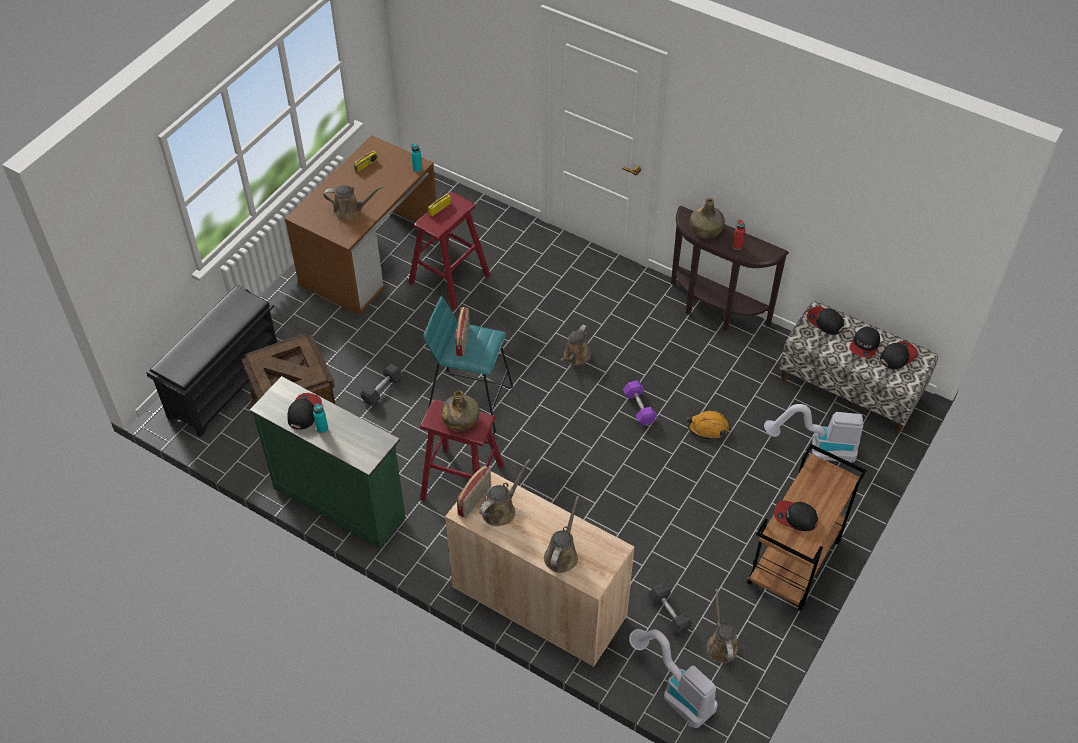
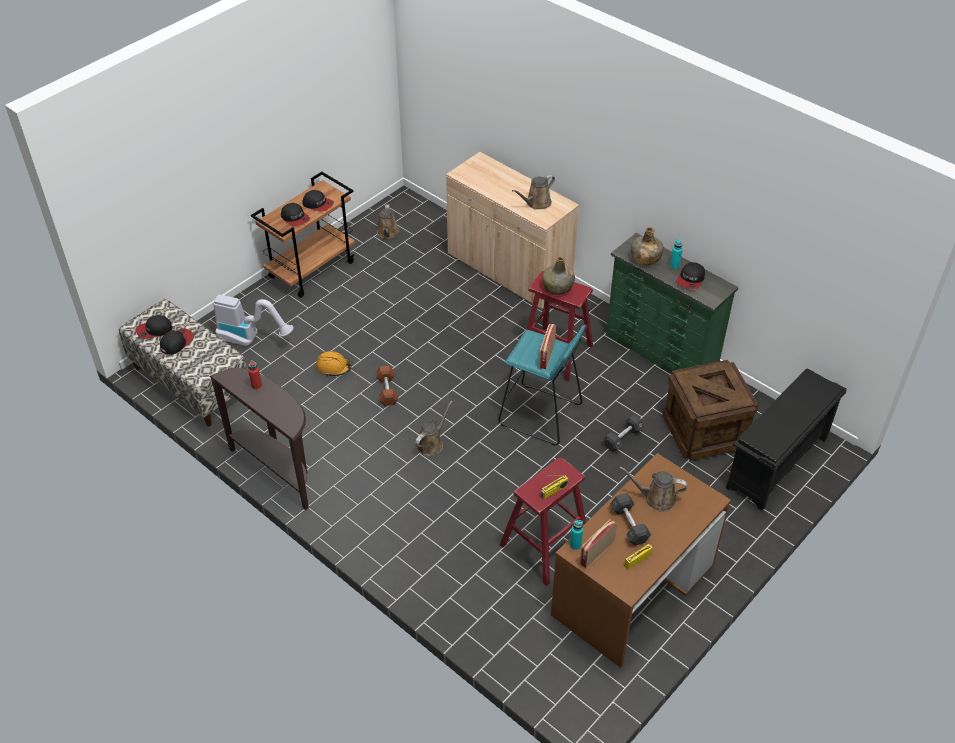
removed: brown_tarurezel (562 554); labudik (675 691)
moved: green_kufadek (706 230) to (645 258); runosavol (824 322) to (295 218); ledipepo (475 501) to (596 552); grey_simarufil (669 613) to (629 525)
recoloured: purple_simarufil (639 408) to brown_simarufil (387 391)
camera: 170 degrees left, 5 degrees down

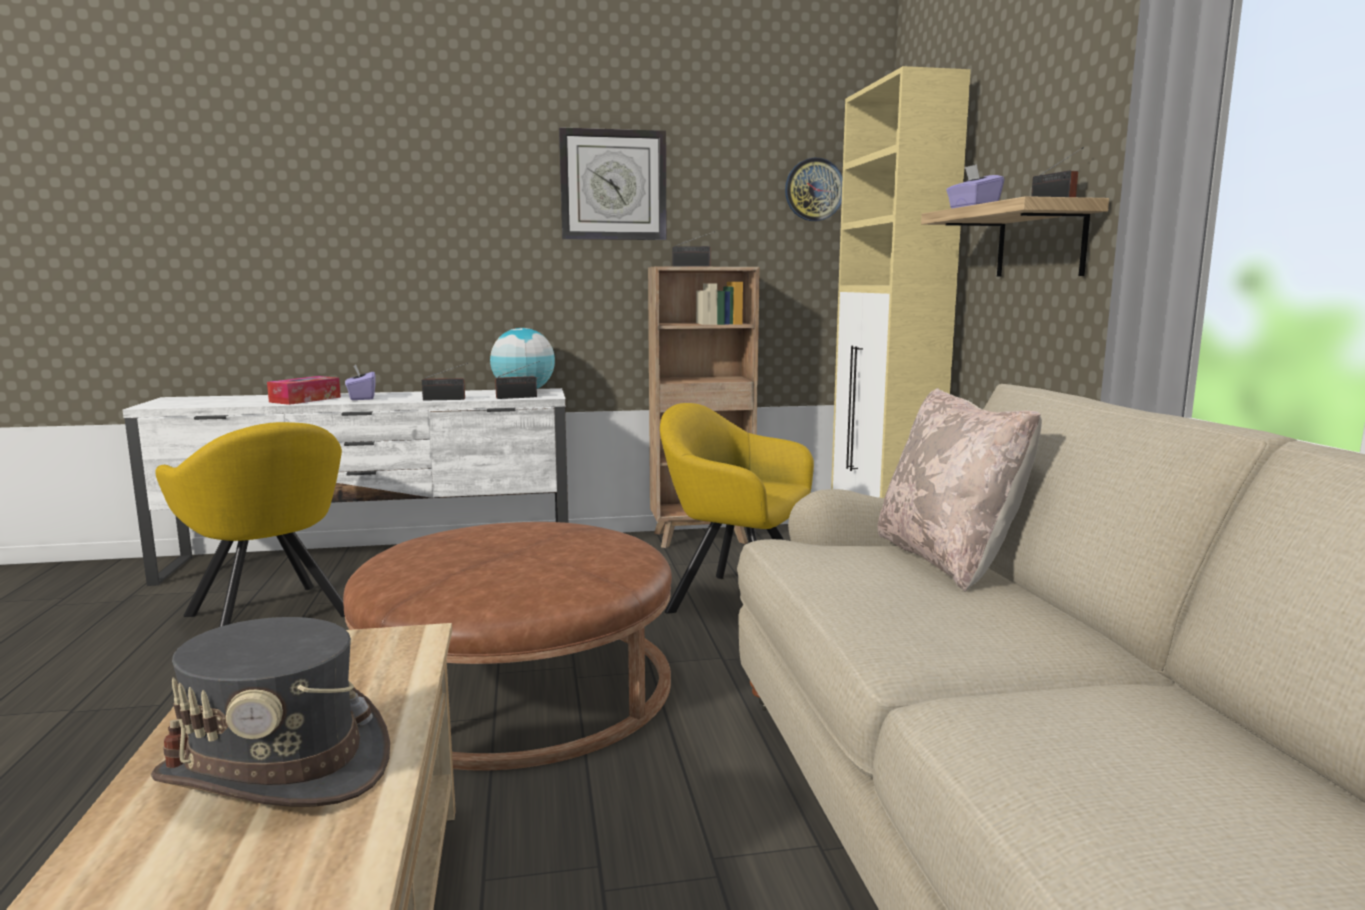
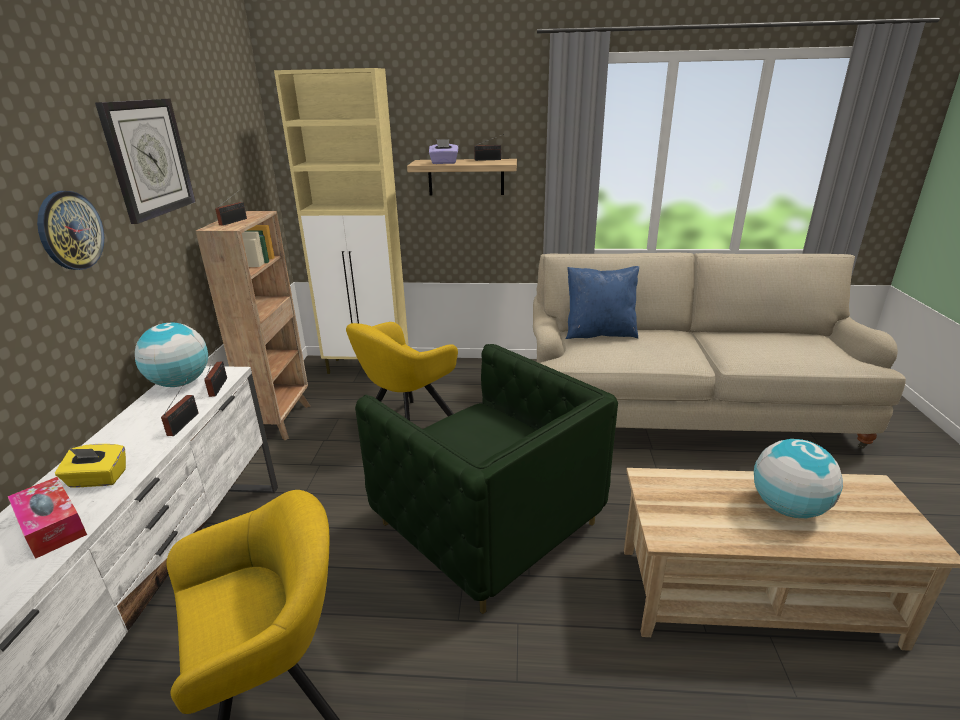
moved: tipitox (814 189) to (70 230)
replaced: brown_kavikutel (517 683) to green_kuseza (488 524); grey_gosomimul (277 768) to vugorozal (787 508)
recoloured: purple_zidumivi (361 398) to yellow_zidumivi (98 479); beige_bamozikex (948 560) to blue_bamozikex (599 333)
camera: 75 degrees left, 15 degrees up

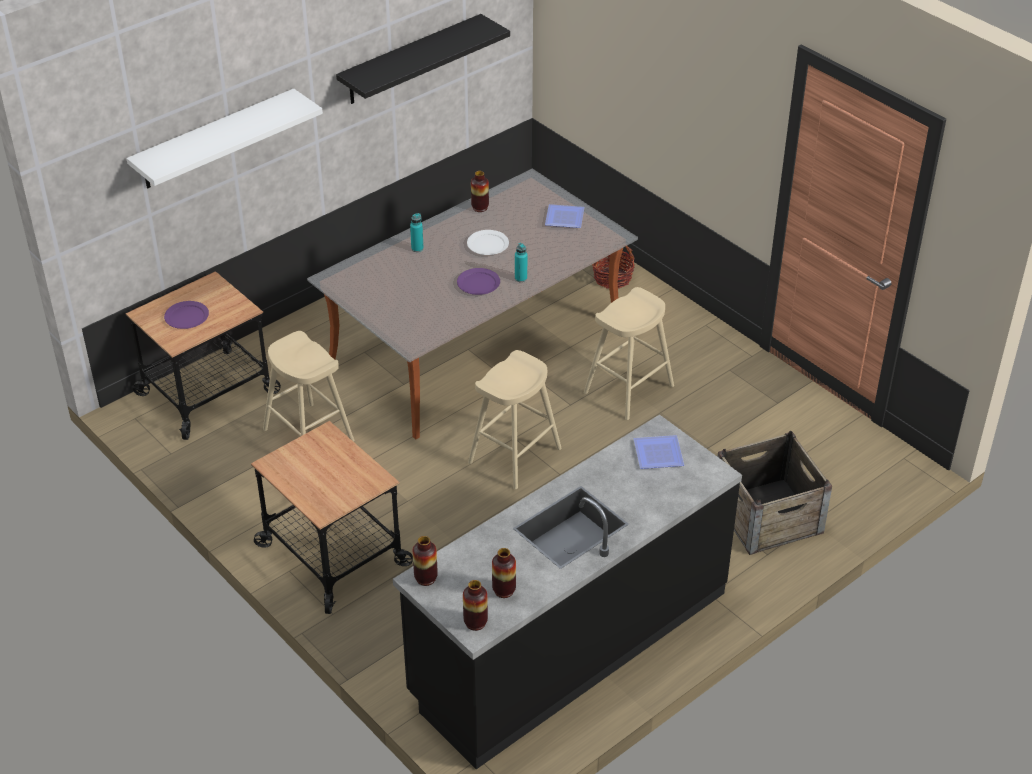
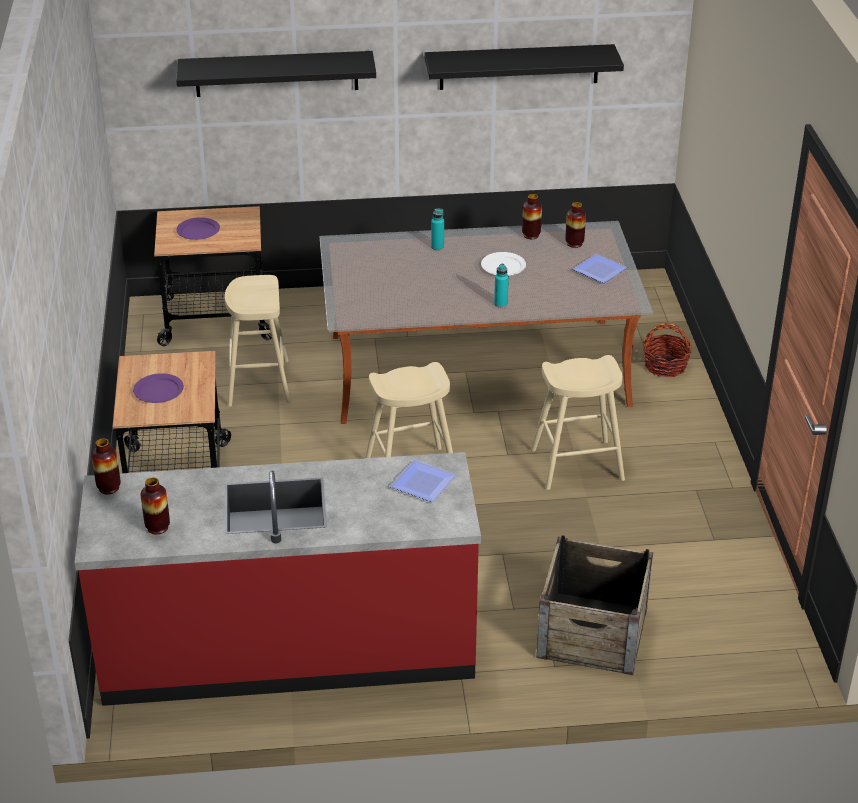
moved: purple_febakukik (478 283) to (158 391); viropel (475 623) to (574 243)
recoloured: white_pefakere (215 139) to black_pefakere (276 73); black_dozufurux (569 644) to red_dozufurux (288 648)
camera: 35 degrees right, 5 degrees down

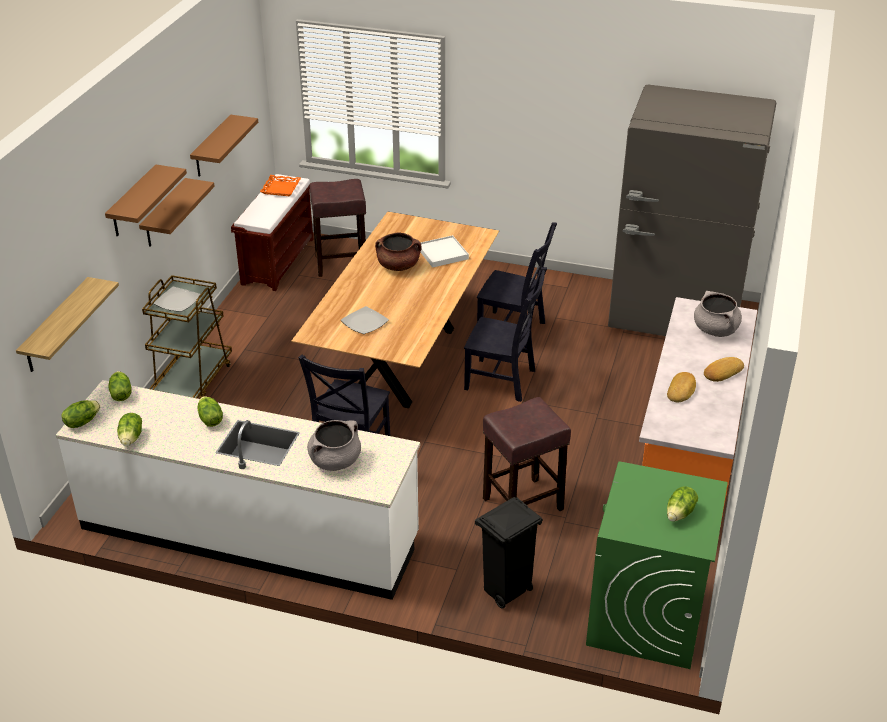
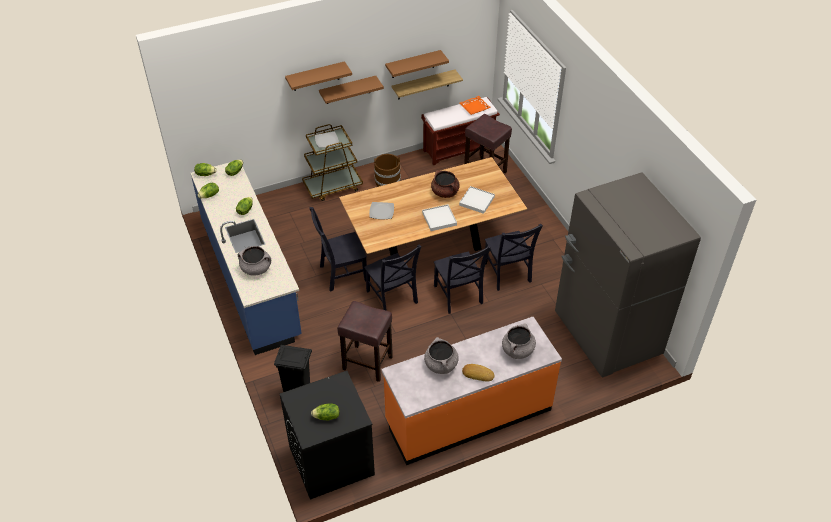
added: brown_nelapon (387 181); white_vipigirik (439 219); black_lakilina (392 298)
moved: pefakere (56 326) to (423 84)
replaced: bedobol (681 390) to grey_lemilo (441 365)
recoloured: white_dozufurux (249 533) to blue_dozufurux (251 278); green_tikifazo (646 617) to black_tikifazo (331 461)
camera: 50 degrees right, 10 degrees up

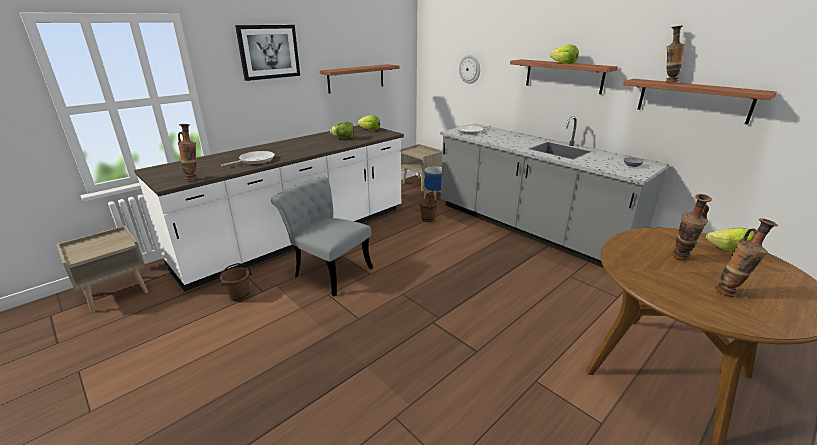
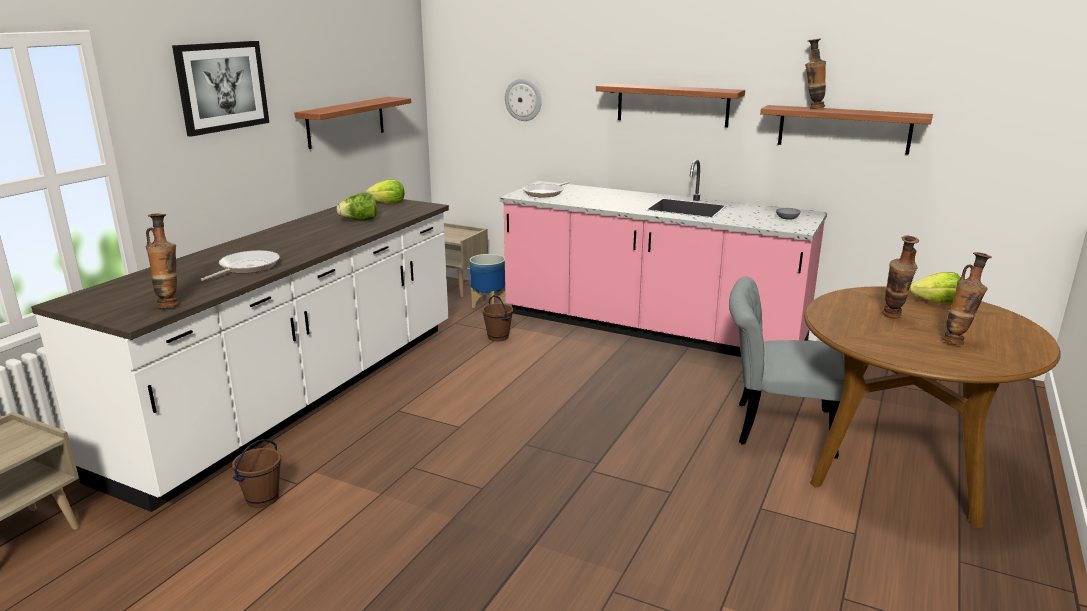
removed: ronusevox (564 63)
moved: grey_lakilina (328 271) to (773 427)
recoloured: grey_dozufurux (528 229) to pink_dozufurux (650 329)
camera: 20 degrees left, 5 degrees down

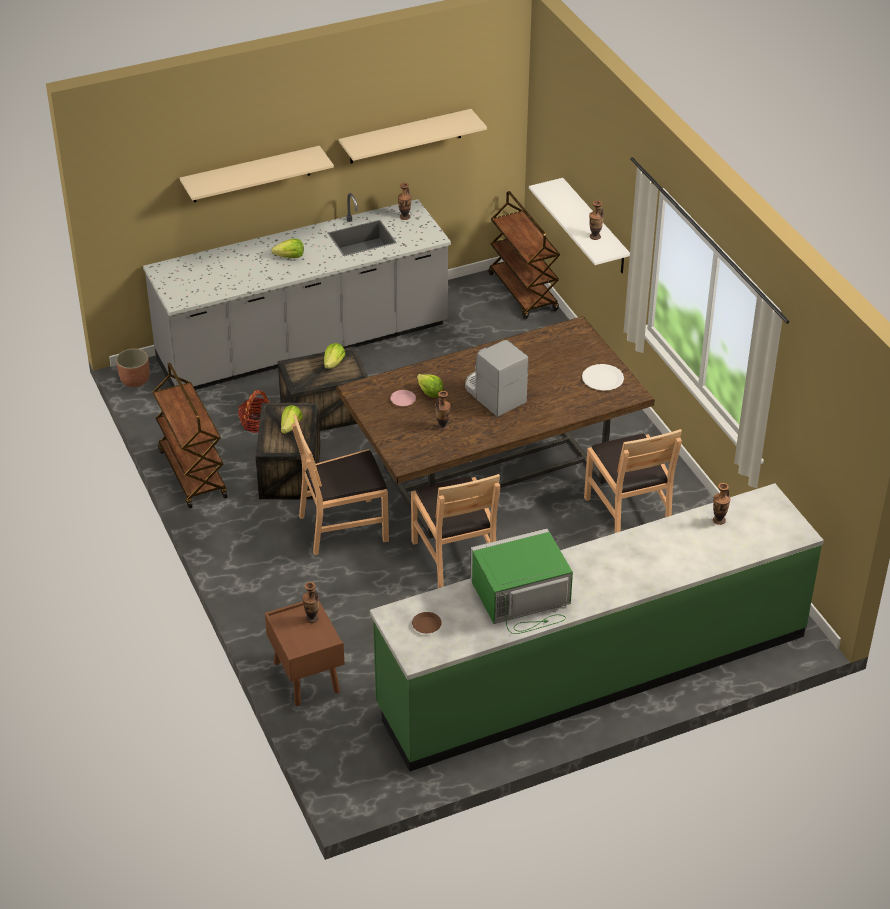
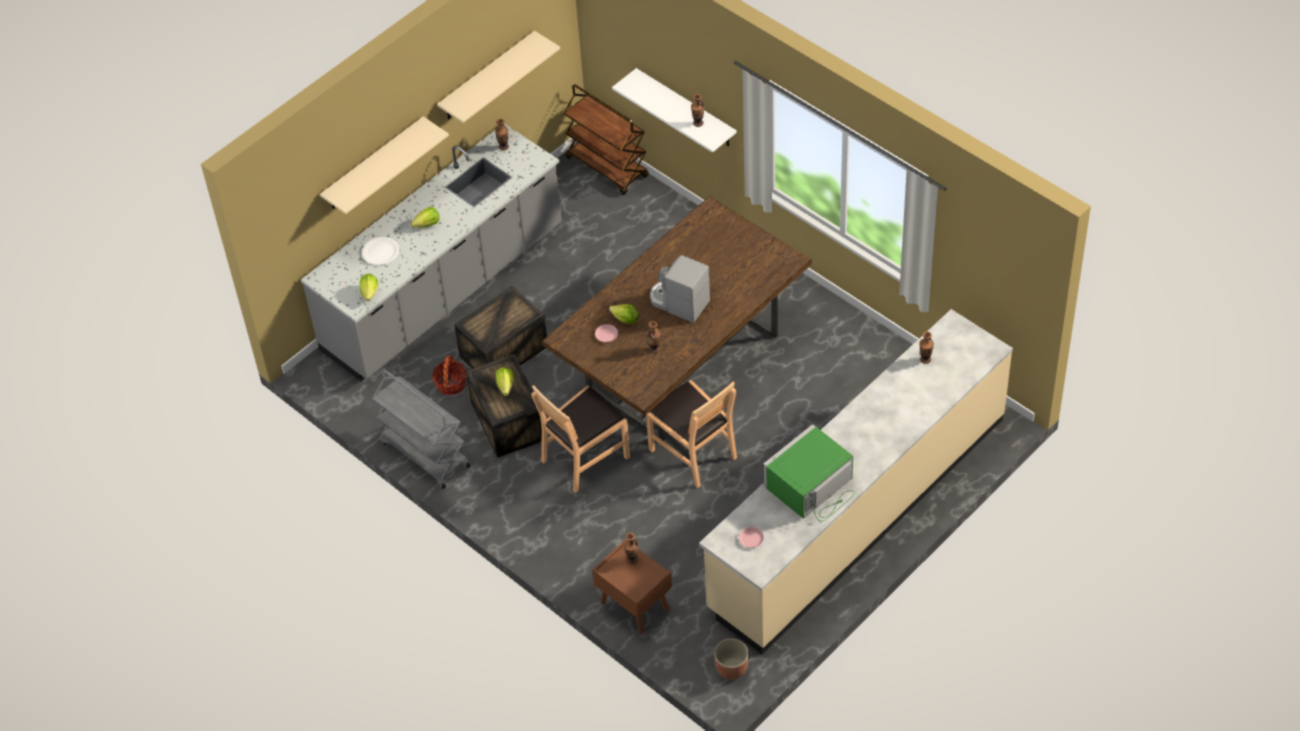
removed: brown_lakilina (628 514)
moved: ronusevox (334 364) to (370 293); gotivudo (135 380) to (731 668); white_febakukik (602 378) to (380 252)
recoloured: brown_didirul (191 473) to grey_didirul (424 454); green_dozufurux (593 671) to beige_dozufurux (857 512); brown_febakukik (426 625) to pink_febakukik (751 539)
camera: 20 degrees left, 10 degrees up

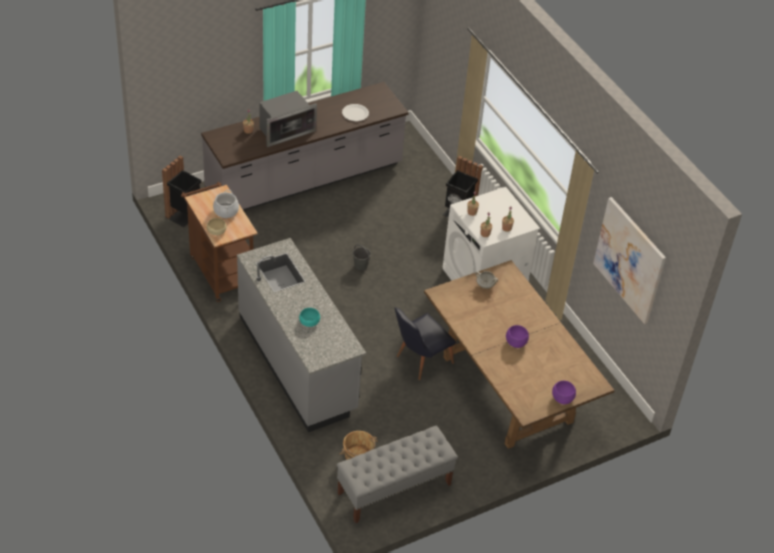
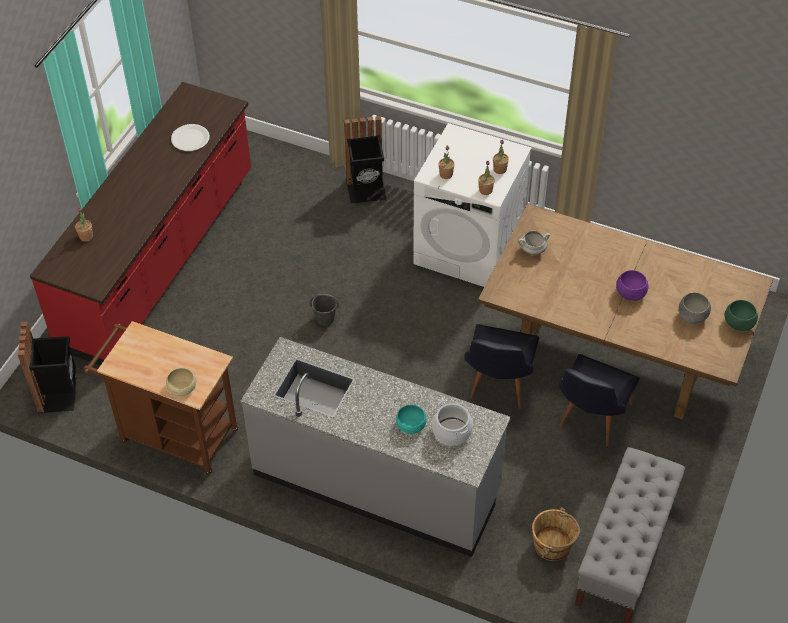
removed: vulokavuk (285 130); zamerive (629 260)
added: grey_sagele (692 315); black_lakilina (590 420)
moved: lemilo (226 211) to (452 431)
recoloured: grey_dozufurux (305 180) to red_dozufurux (160 259); purple_sagele (562 398) to green_sagele (738 323)
camera: 35 degrees left, 5 degrees up

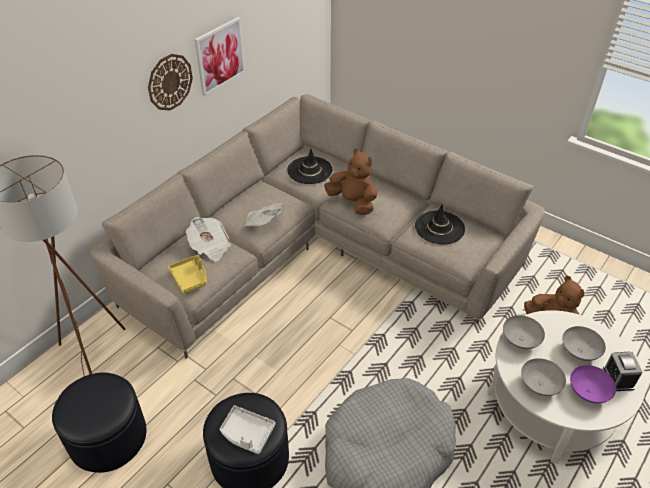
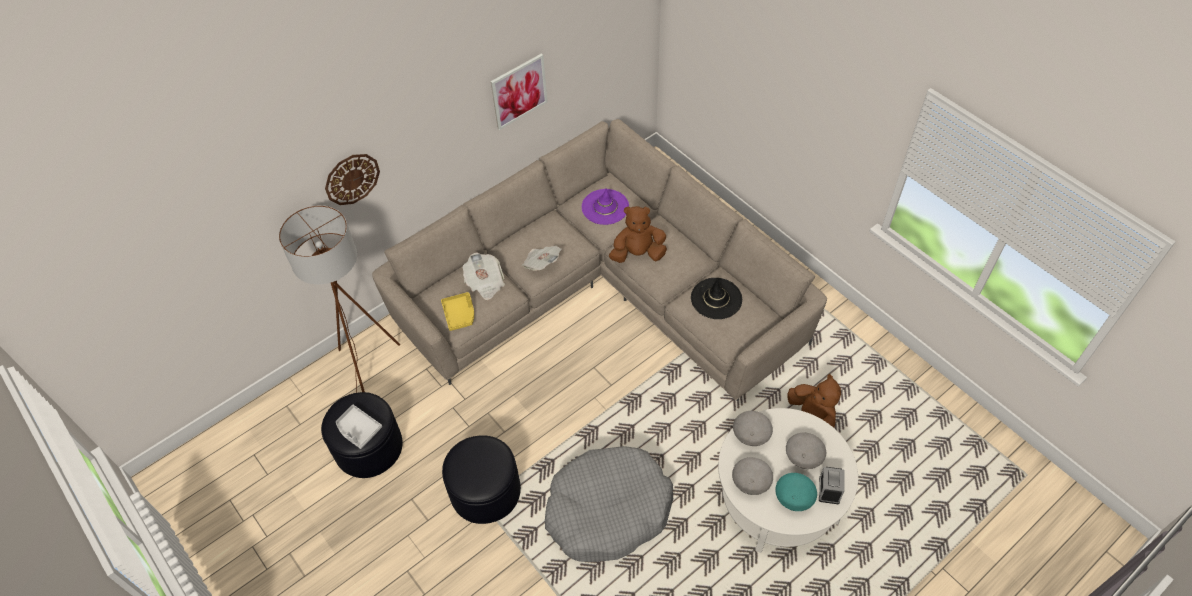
moved: tipitox (170 82) to (352 179); grey_vipigirik (247 433) to (358 429)
recoloured: black_gosomimul (309 170) to purple_gosomimul (605 207); purple_sagele (588 393) to turquoise_sagele (794 498)
turned: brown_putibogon (353 202) = (638 254) 60 degrees counterclockwise
camera: 15 degrees right, 10 degrees up

